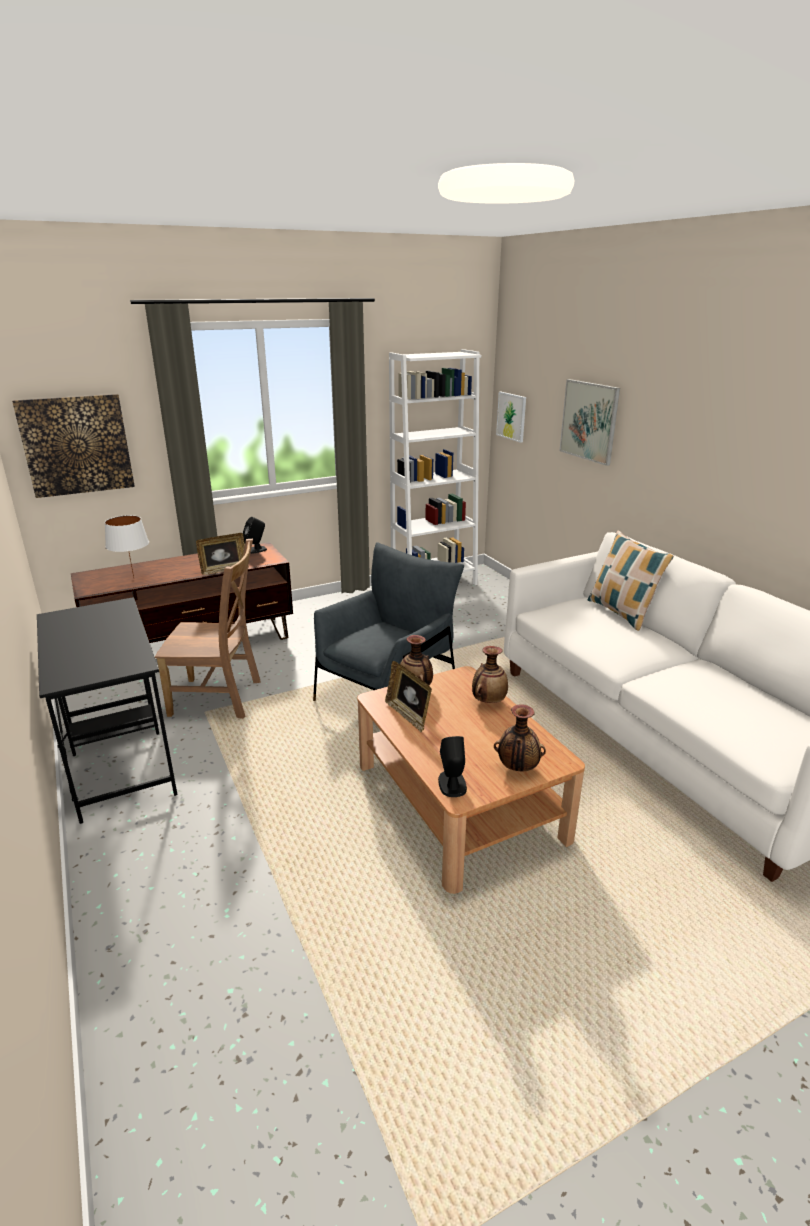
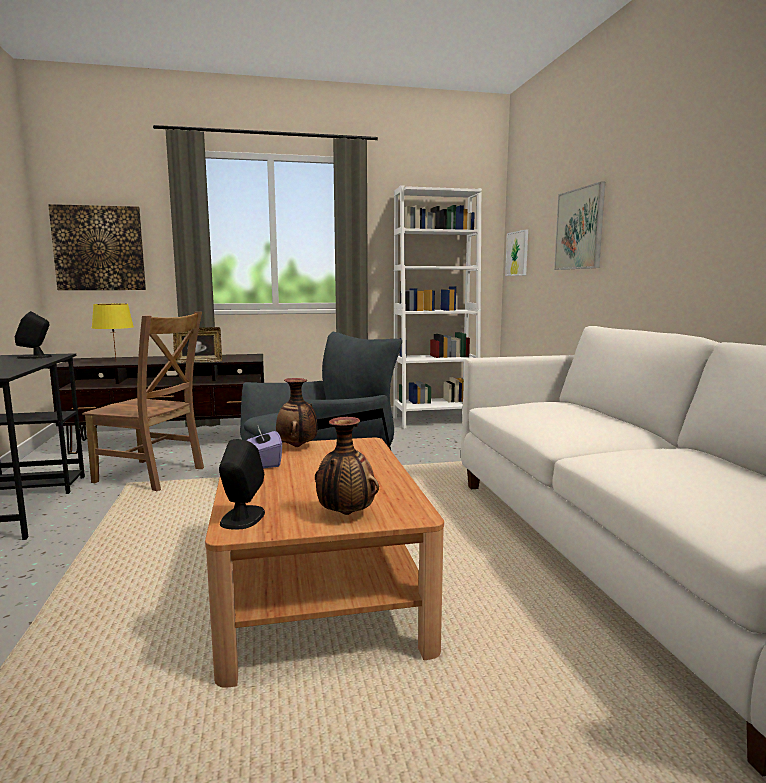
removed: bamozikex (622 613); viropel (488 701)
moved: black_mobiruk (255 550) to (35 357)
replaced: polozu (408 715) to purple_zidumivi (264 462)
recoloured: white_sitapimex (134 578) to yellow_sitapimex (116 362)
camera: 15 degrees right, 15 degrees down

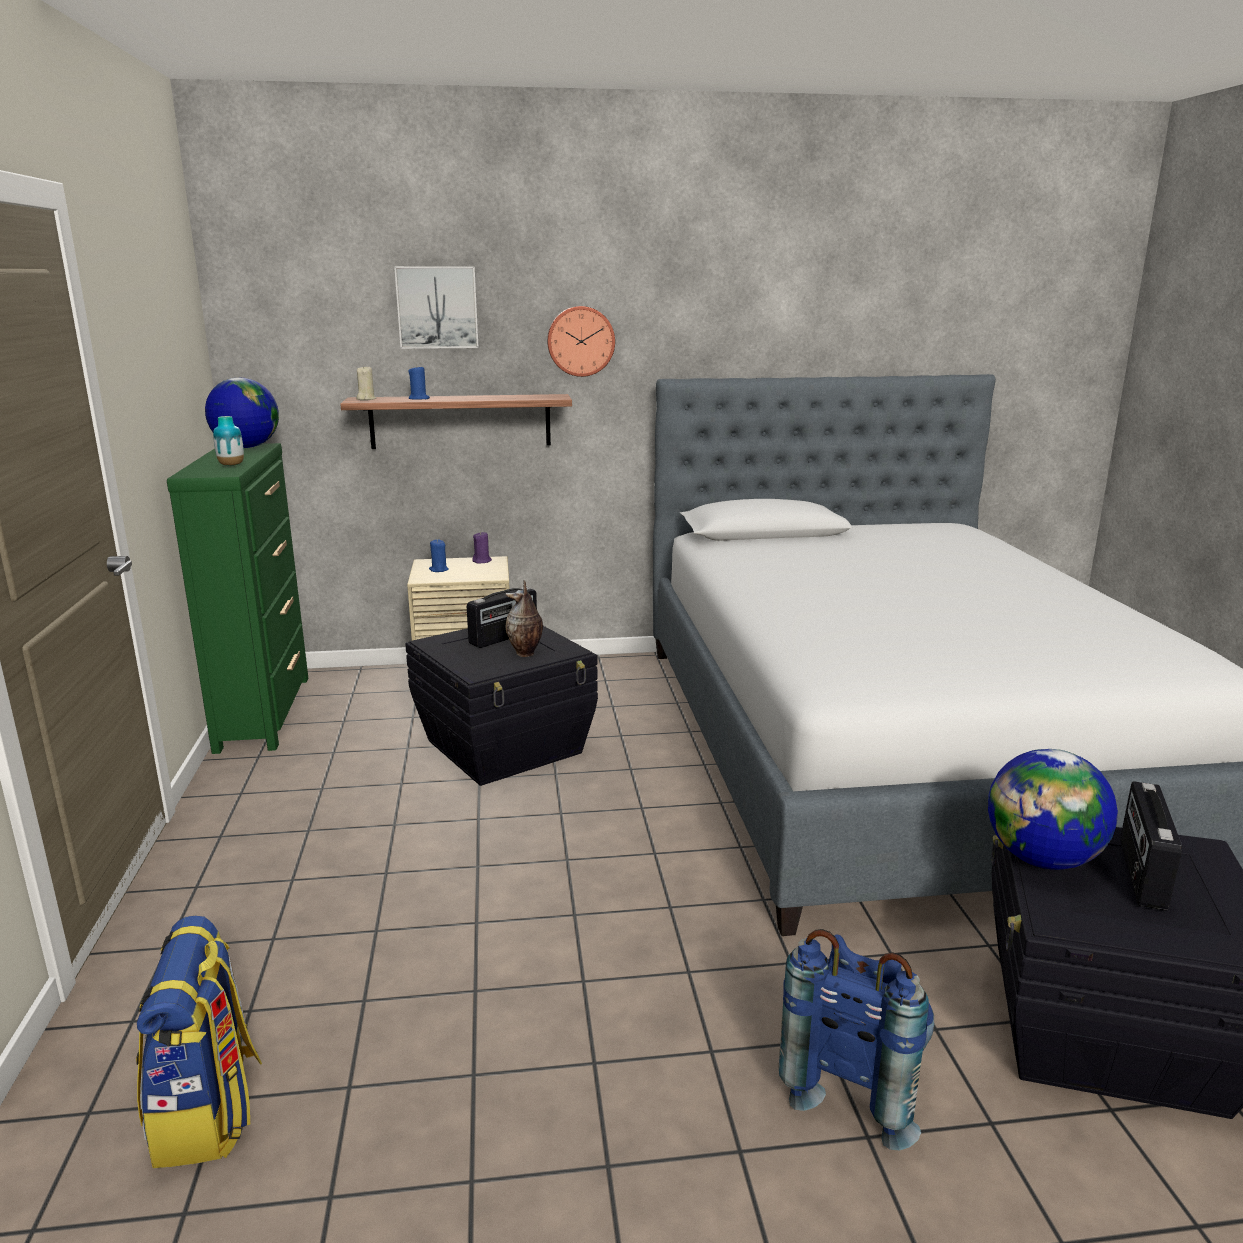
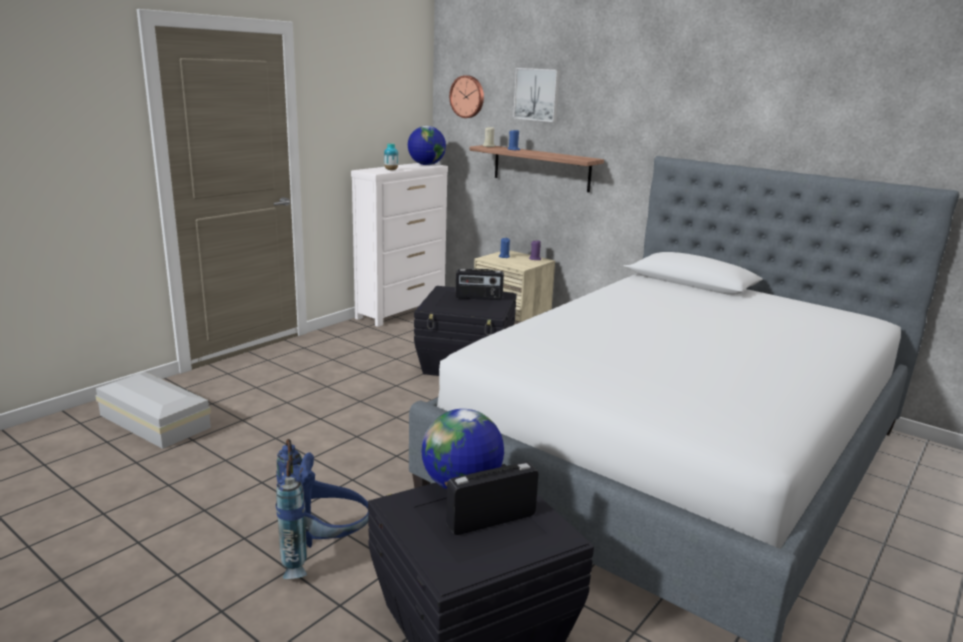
removed: viropel (525 653)
moved: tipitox (580 341) to (468 96)
replaced: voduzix (209 1112) to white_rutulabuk (154 422)
recoloured: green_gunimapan (264 712) to white_gunimapan (402 311)
camera: 45 degrees right, 0 degrees up

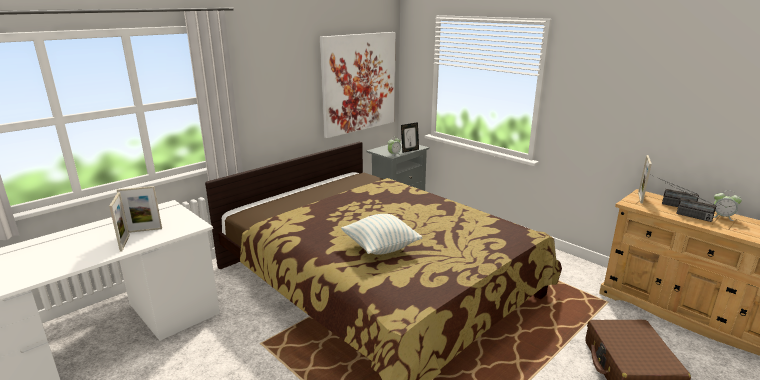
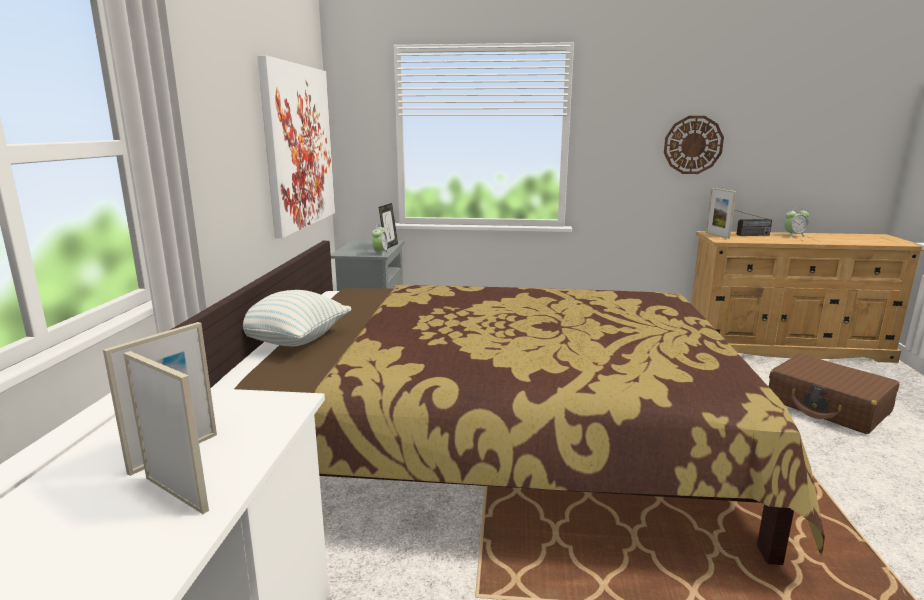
removed: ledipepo (684 214)
added: tipitox (693 145)
moved: bamozikex (380 248) to (292 340)
camera: 40 degrees left, 5 degrees down

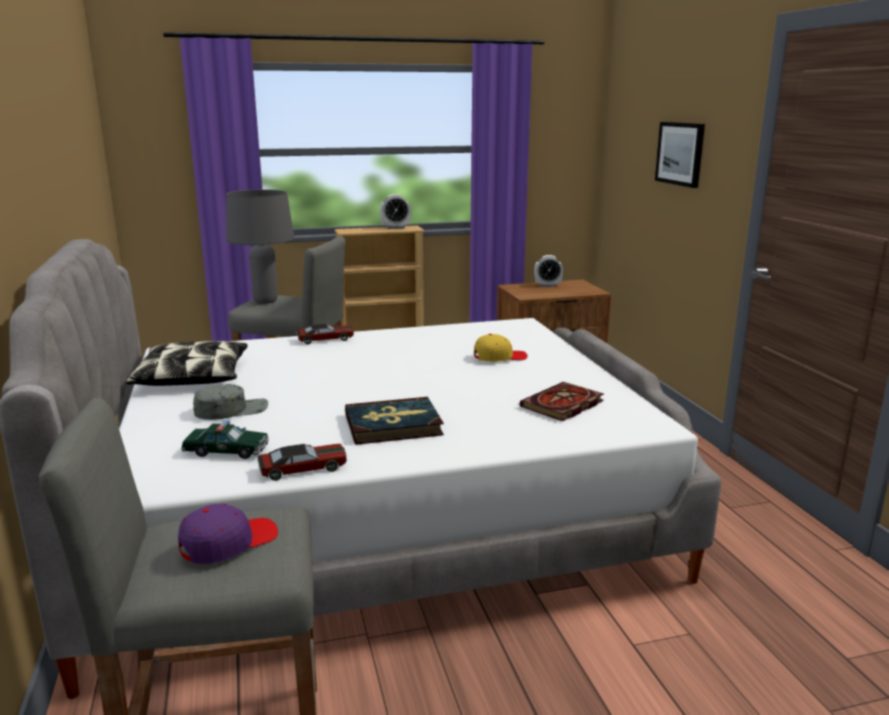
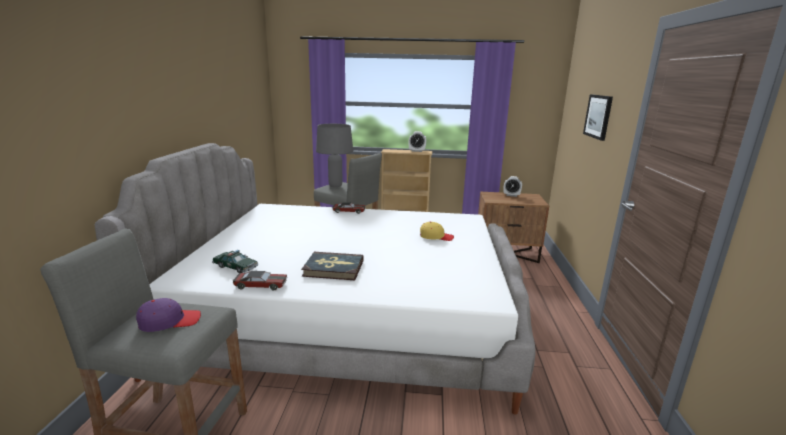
removed: bamozikex (193 377); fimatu (562 405); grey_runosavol (231 410)
camera: 20 degrees right, 0 degrees up

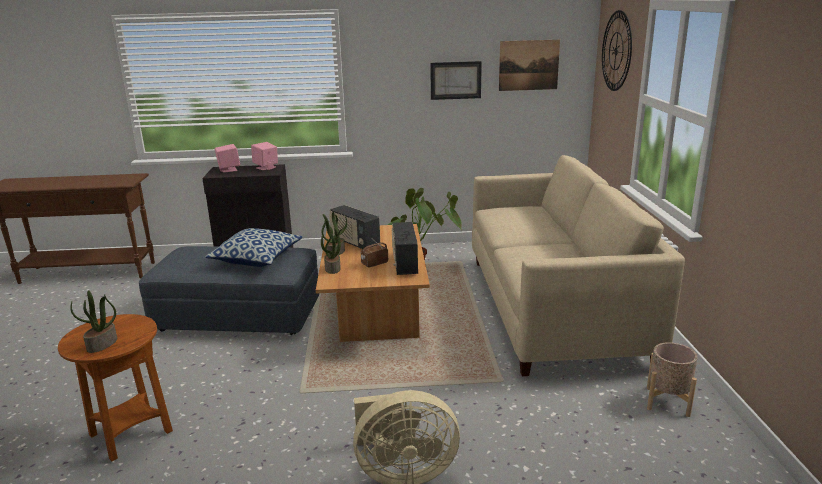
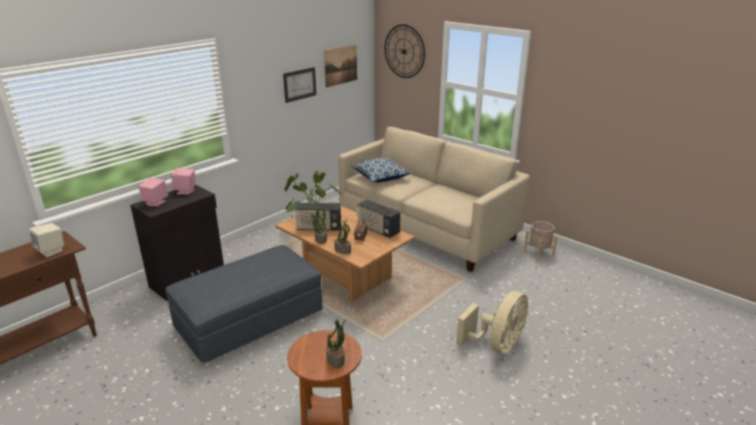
added: beige_mobiruk (51 251)
moved: bamozikex (257 259) to (381 177)
camera: 45 degrees left, 5 degrees up

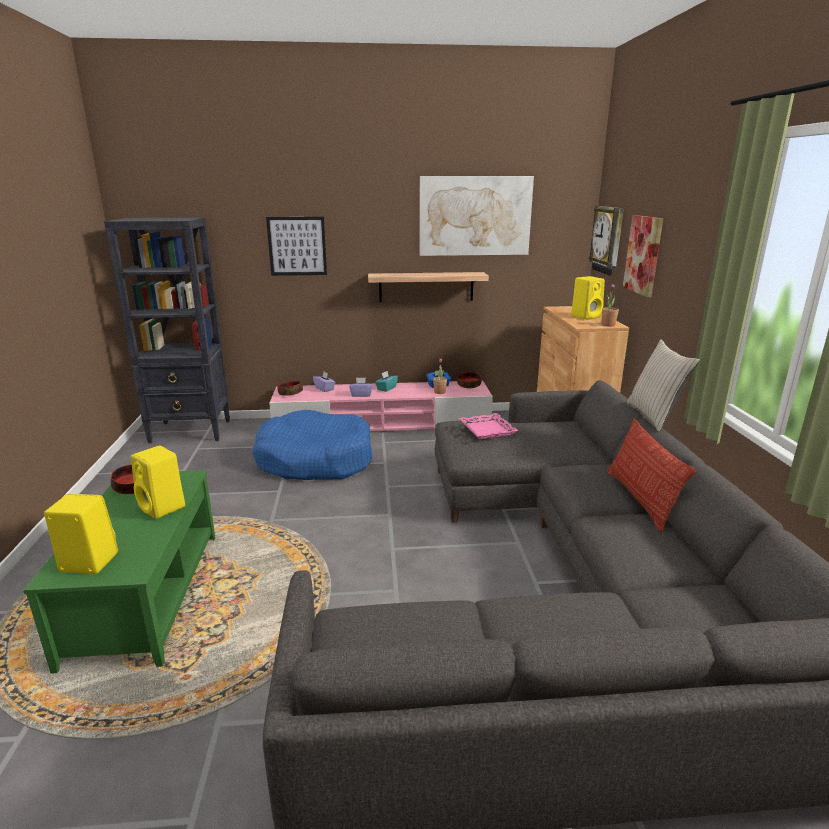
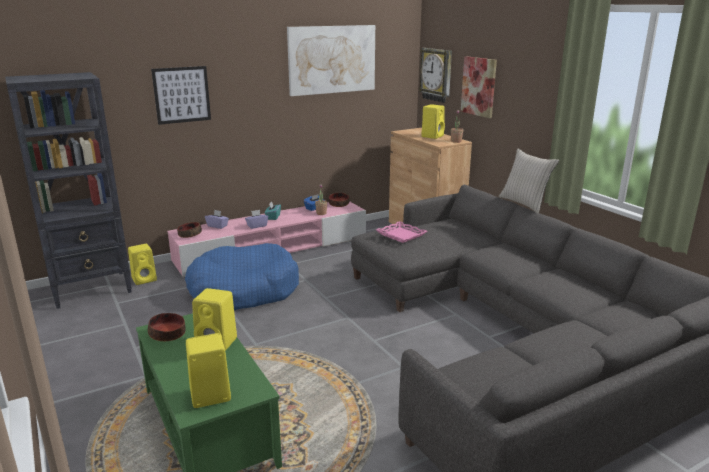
removed: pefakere (426 287); bamozikex (640 499)
added: yellow_mobiruk (145 279)
camera: 25 degrees left, 0 degrees up

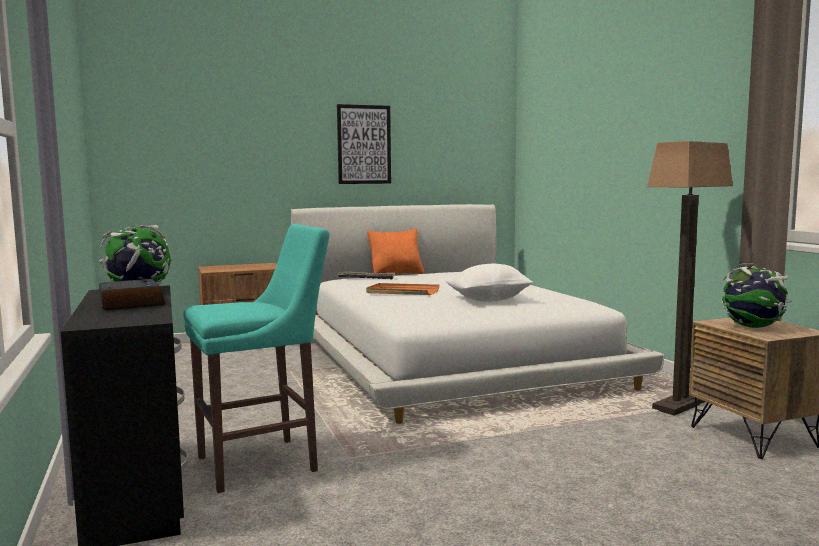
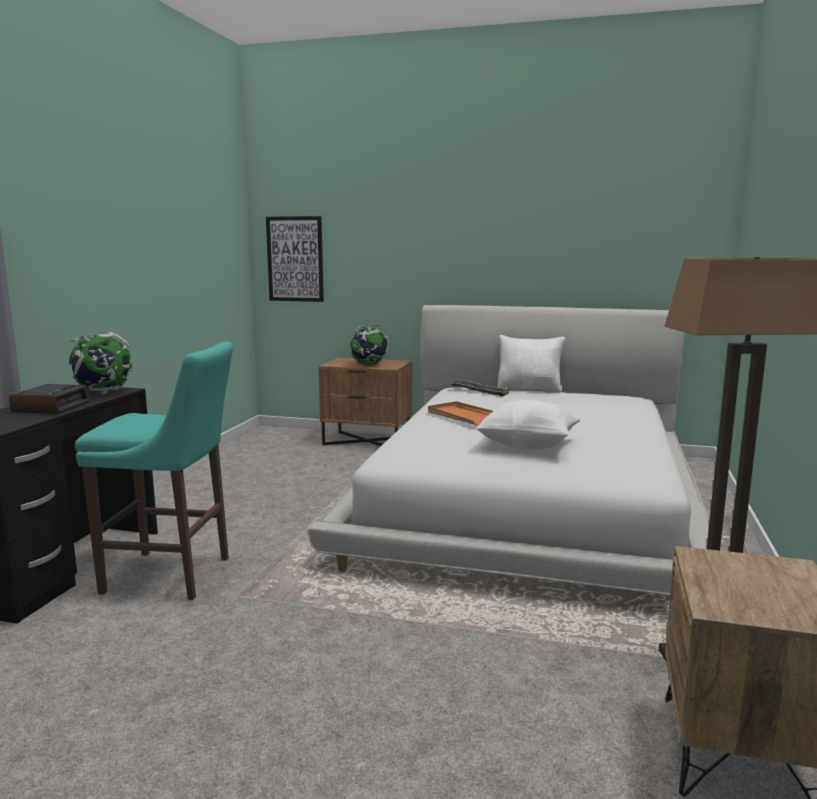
moved: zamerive (364 144) to (295 259); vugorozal (753 327) to (369 365)
recoloured: orange_bamozikex (396 274) to white_bamozikex (530 389)
camera: 35 degrees right, 5 degrees up

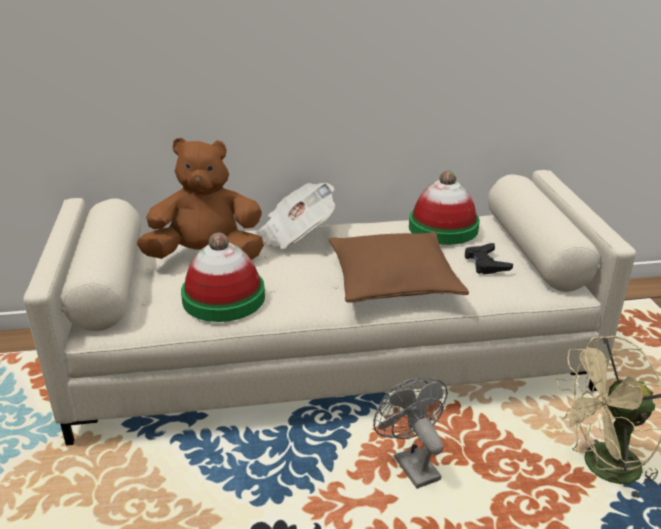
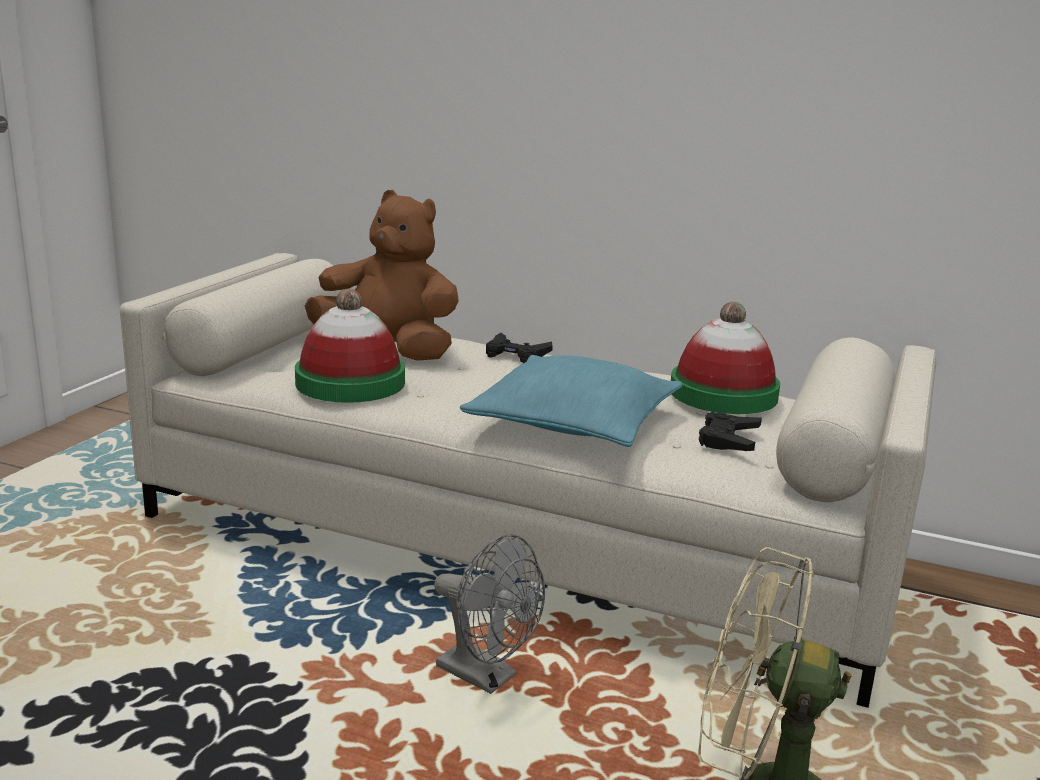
replaced: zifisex (294 234) to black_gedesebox (516 355)
recoloured: brown_bamozikex (393 280) to turquoise_bamozikex (574 422)
turned: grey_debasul (411 463) = (487 677) 120 degrees clockwise
camera: 30 degrees right, 10 degrees down

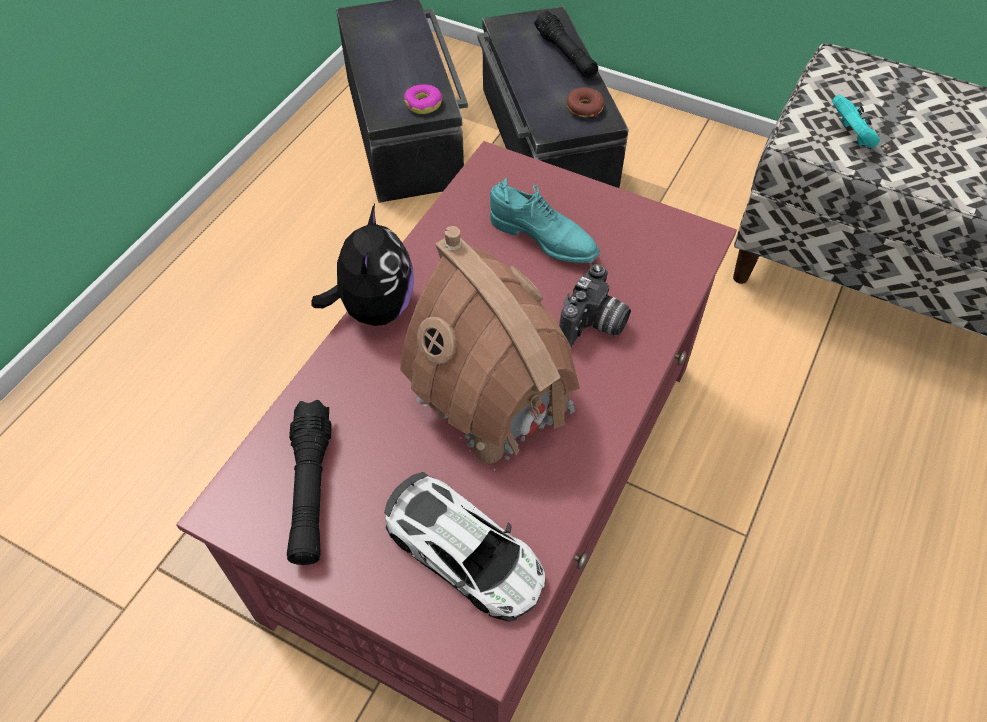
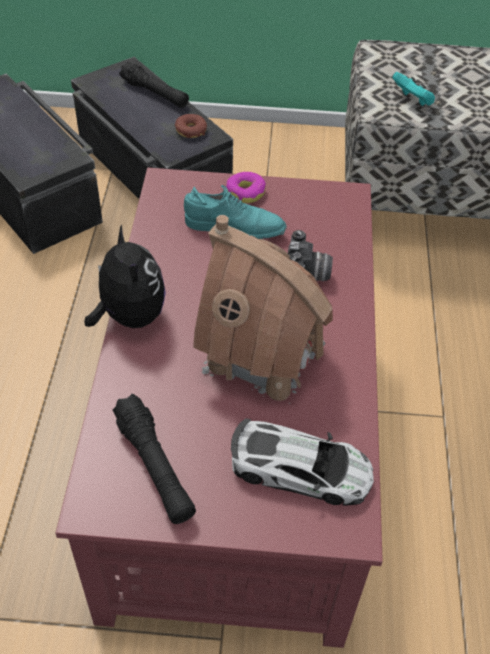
moved: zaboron (423 104) to (246 192)
camera: 25 degrees left, 5 degrees down

